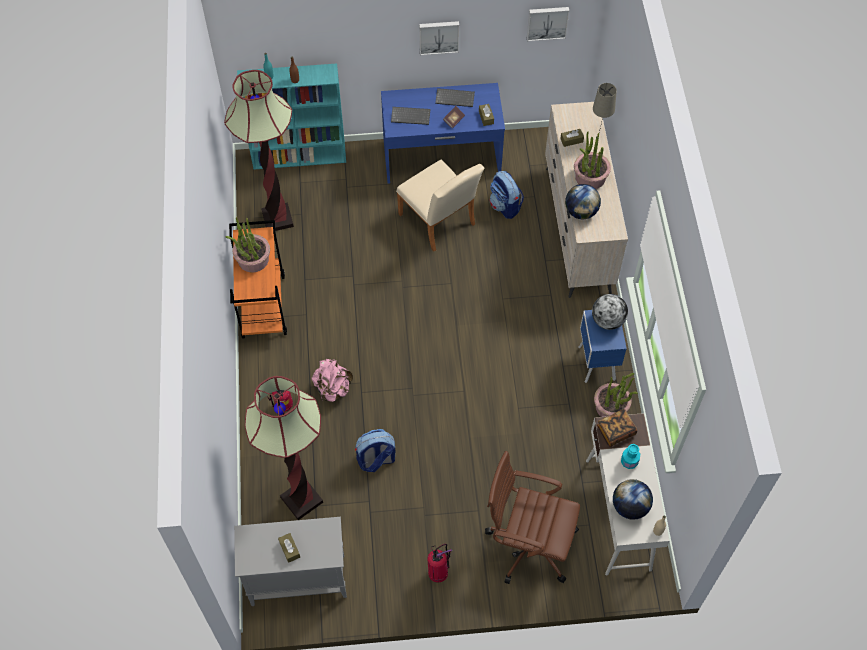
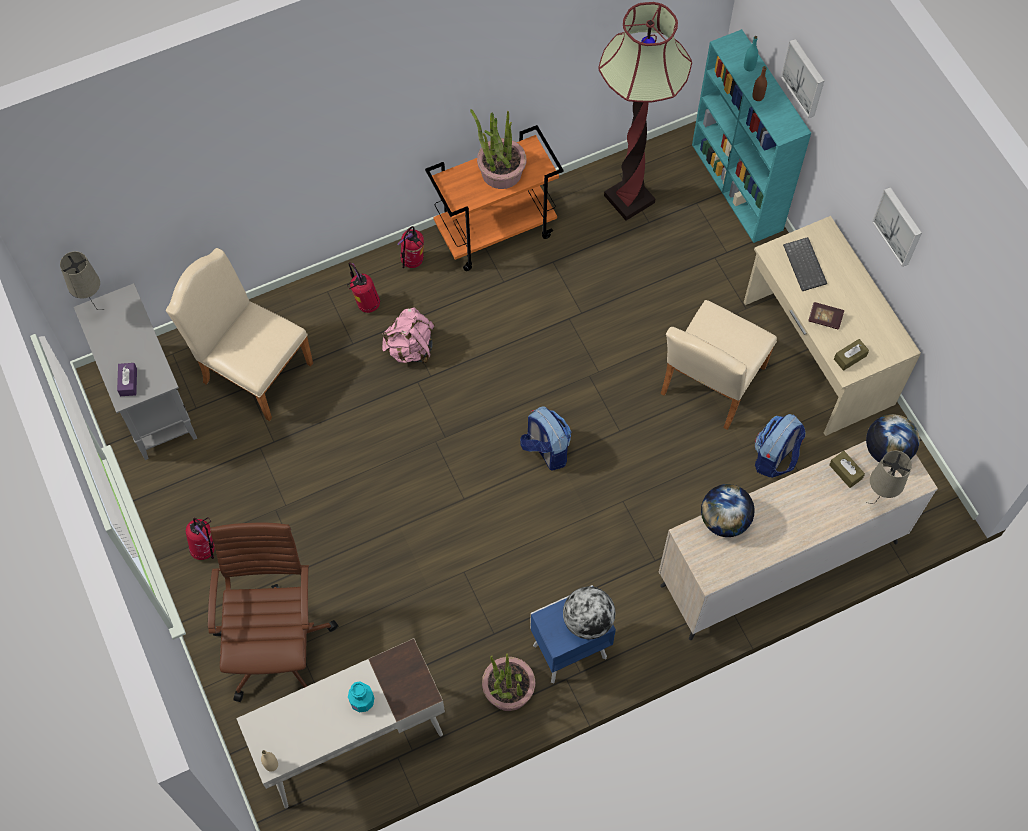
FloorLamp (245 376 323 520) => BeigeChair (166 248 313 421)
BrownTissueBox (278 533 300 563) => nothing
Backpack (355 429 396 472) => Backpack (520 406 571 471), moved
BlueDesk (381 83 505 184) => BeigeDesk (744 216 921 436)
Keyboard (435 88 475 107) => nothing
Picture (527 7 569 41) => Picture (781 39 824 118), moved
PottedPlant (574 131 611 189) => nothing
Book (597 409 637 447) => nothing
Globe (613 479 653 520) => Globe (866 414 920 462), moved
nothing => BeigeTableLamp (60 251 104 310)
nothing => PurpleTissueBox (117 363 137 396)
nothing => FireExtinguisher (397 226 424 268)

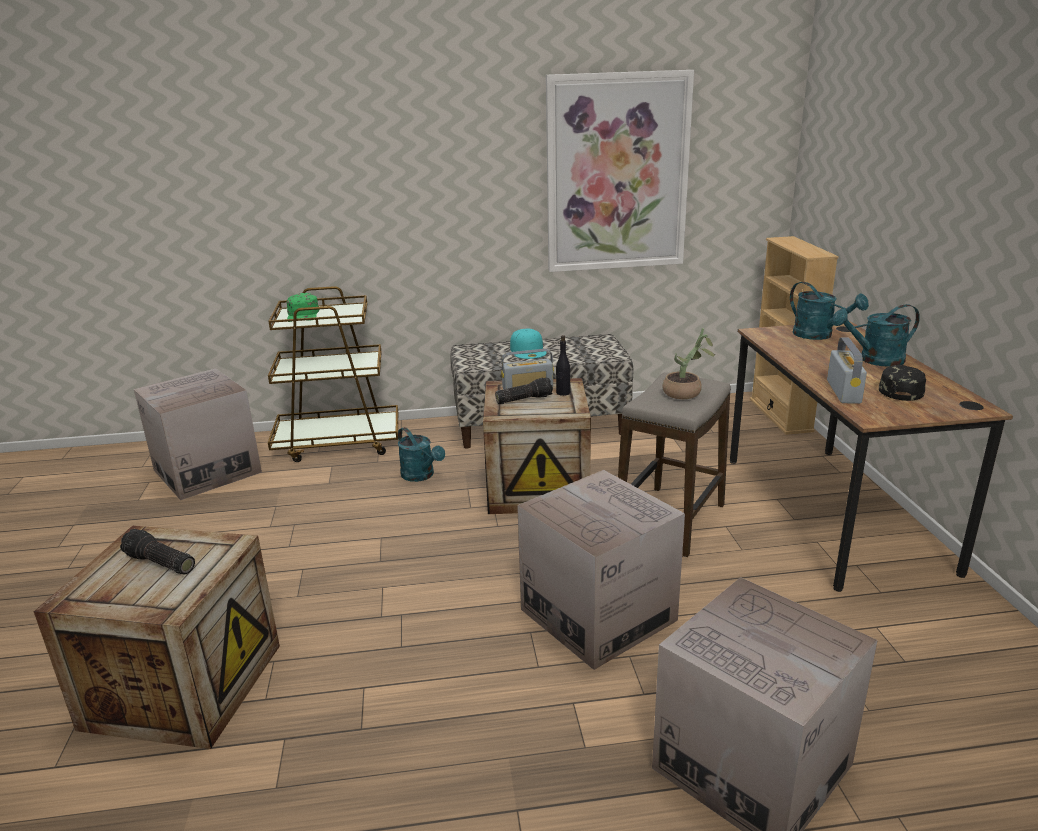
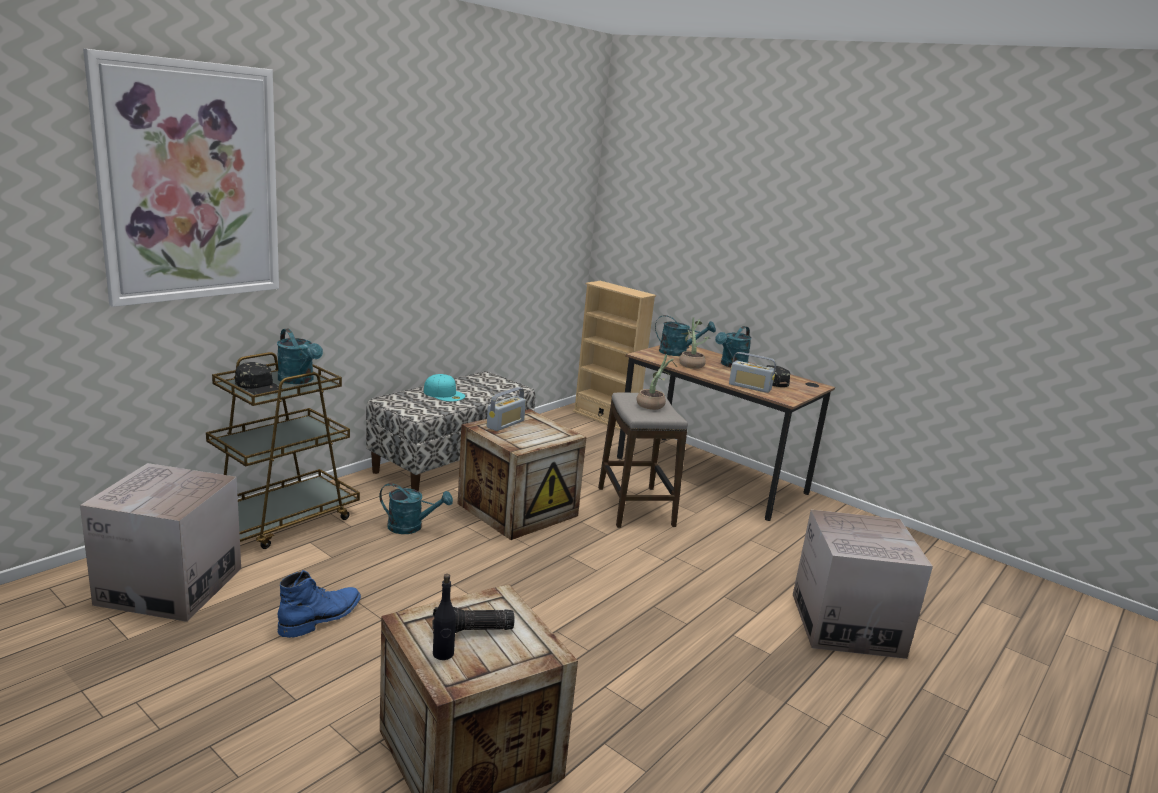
GreenCap (287 293 319 322) => BlackCap (235 362 279 395)
Flashlight (495 377 553 404) => nothing
CardboardBox (517 470 685 670) => nothing
Picture (546 70 694 272) => Picture (83 49 279 307), moved
BlackBottle (556 335 570 396) => BlackBottle (433 574 456 660), moved
Radio (827 337 867 404) => Radio (729 352 776 393), 150 degrees clockwise
nothing => TurquoiseWateringCan (277 329 323 384)
nothing => BlueBoot (278 570 361 638)
nothing => PottedPlant (679 317 709 369)

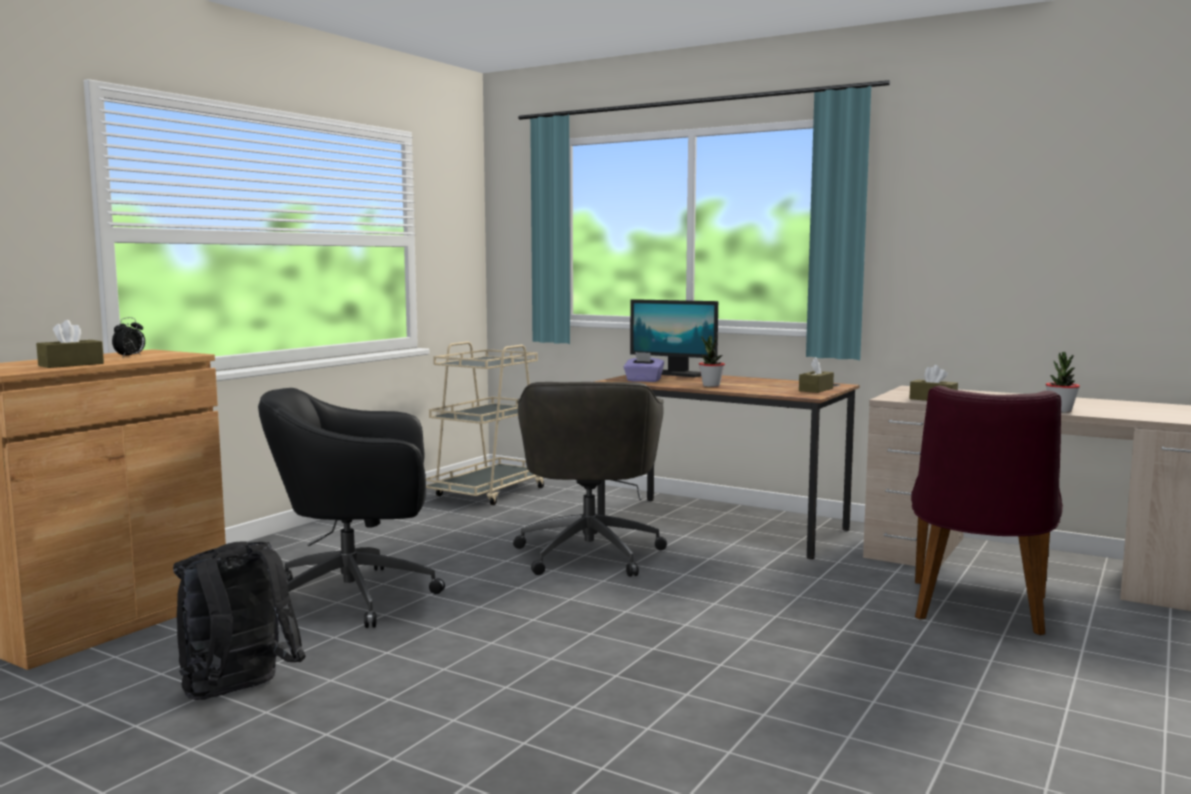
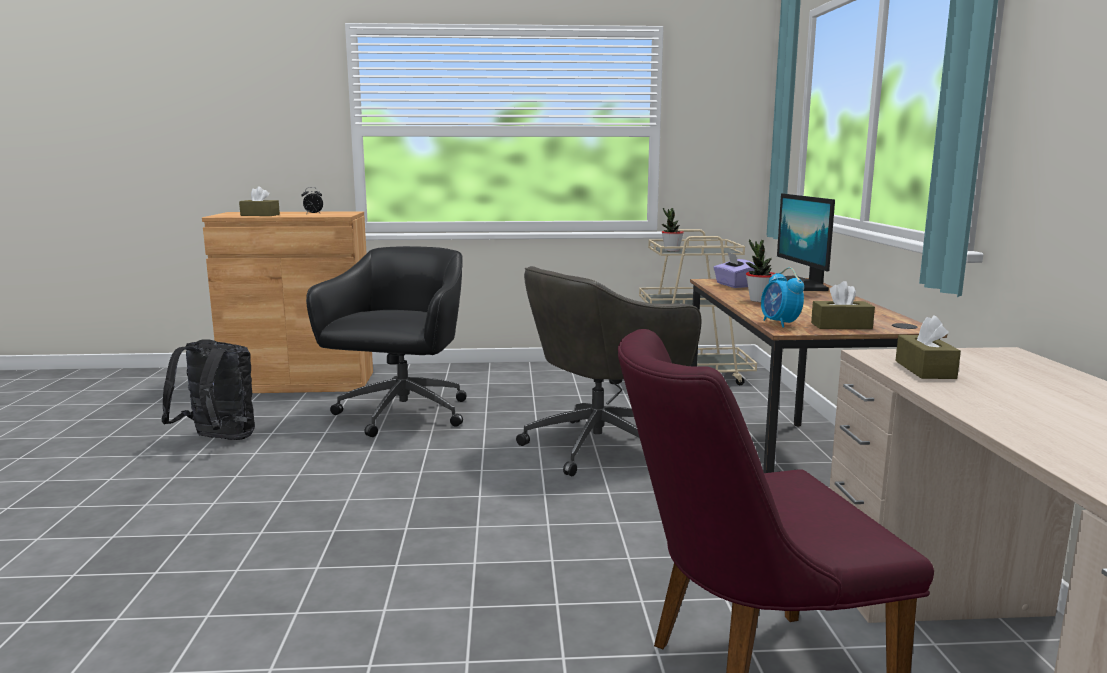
BlackOfficeChair (258 388 445 628) => BlackOfficeChair (306 246 467 437), 60 degrees clockwise
PottedPlant (1046 352 1080 413) => PottedPlant (662 208 684 252), moved
nothing => AlarmClock (761 267 804 328)

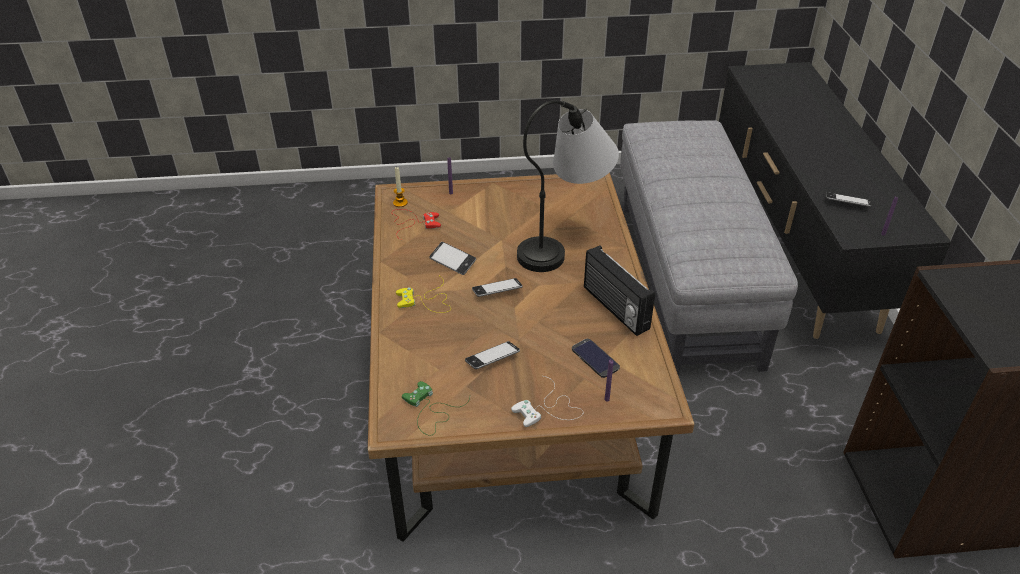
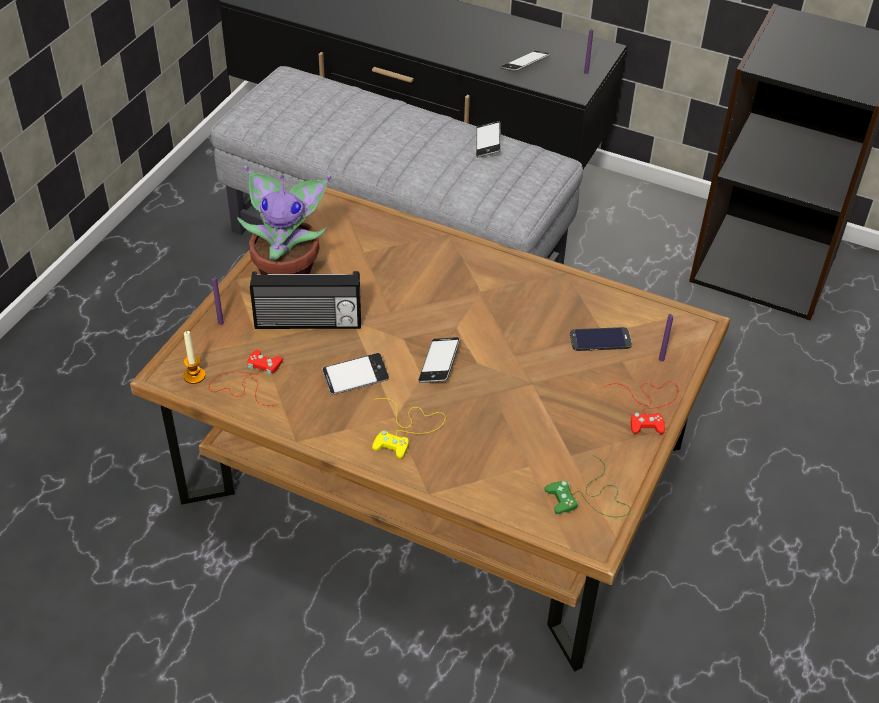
Phone (465 341 520 369) => Phone (476 121 501 157), moved
WhiteGameController (511 376 583 427) => RedGameController (604 381 678 434)
TableLamp (517 100 619 272) => nothing
Radio (584 246 655 336) => Radio (250 271 361 329), moved
nothing => PottedPlant (237 165 331 275)

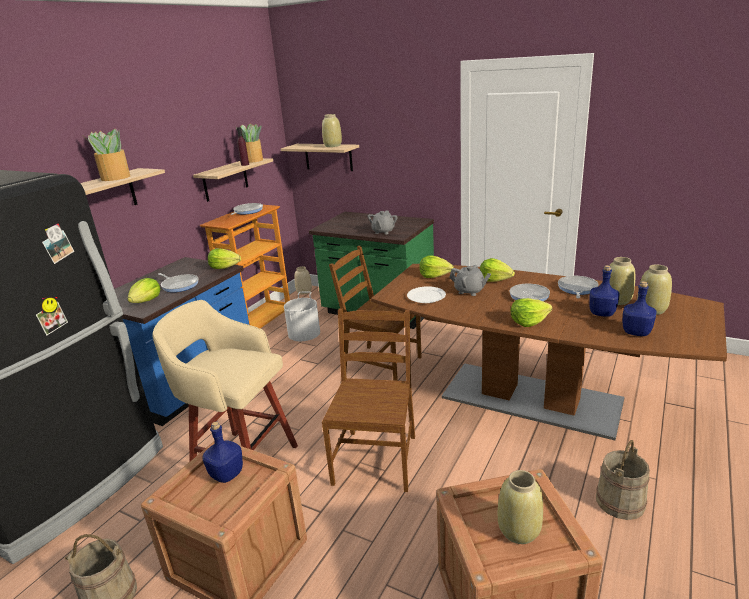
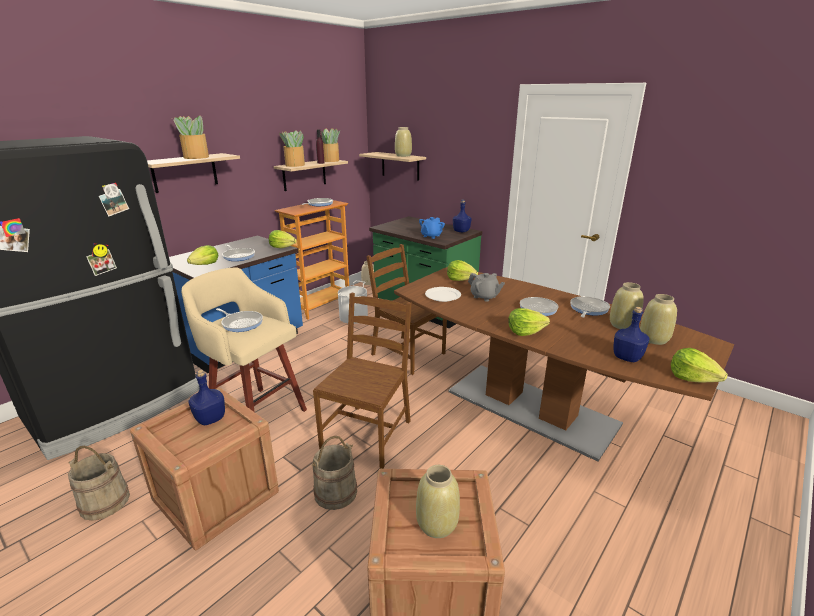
GreyTeapot (368 211 398 234) => BlueTeapot (419 217 445 239)
Lettuce (480 258 515 282) => Lettuce (671 348 728 382), moved
BlueBottle (589 265 620 317) => BlueBottle (453 200 471 232), moved
BeigeBucket (596 440 650 520) => BeigeBucket (311 436 357 510), moved
nothing => FryingPan (216 308 263 332)
nothing => PottedPlant (279 130 305 167)

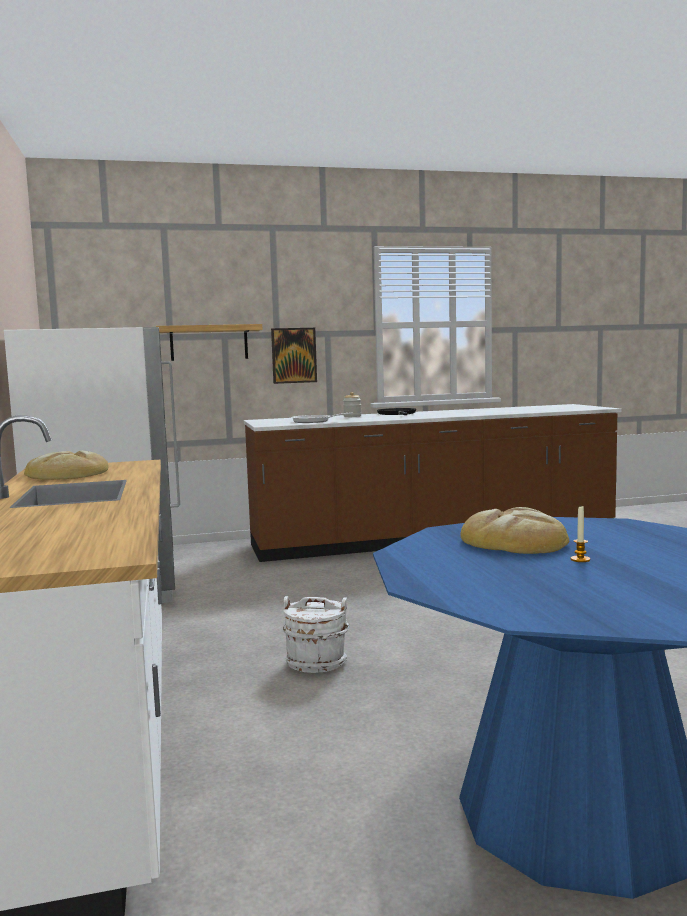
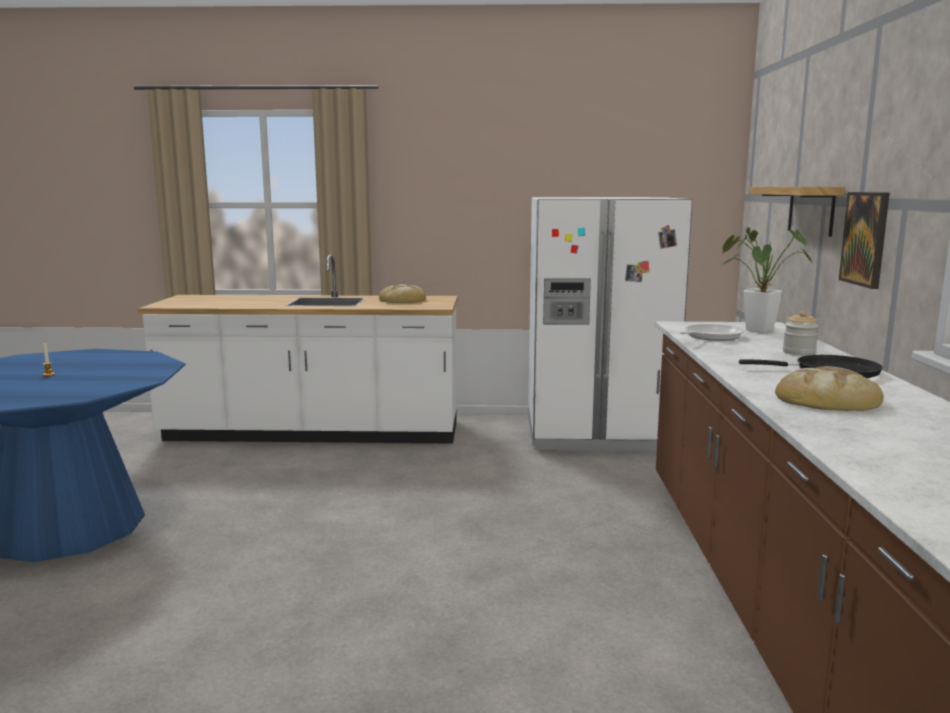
WhiteBucket (283 596 350 673) => nothing
Bread (460 507 569 554) => Bread (775 366 883 411), moved
nothing => PottedPlant (721 227 812 333)

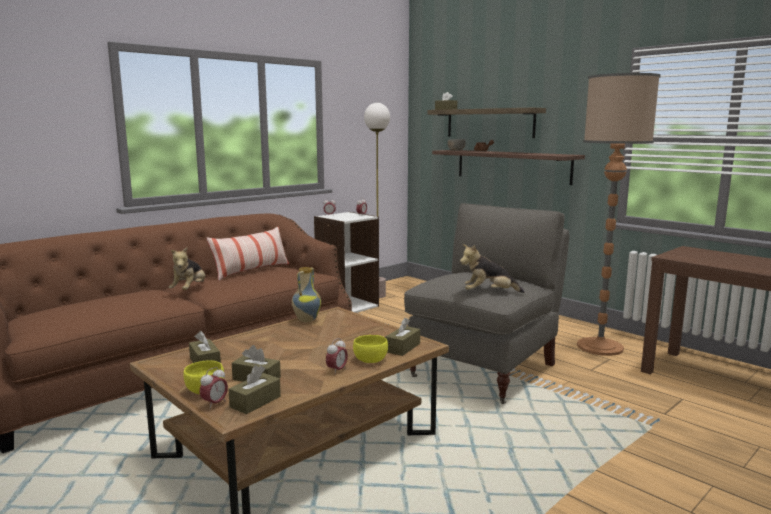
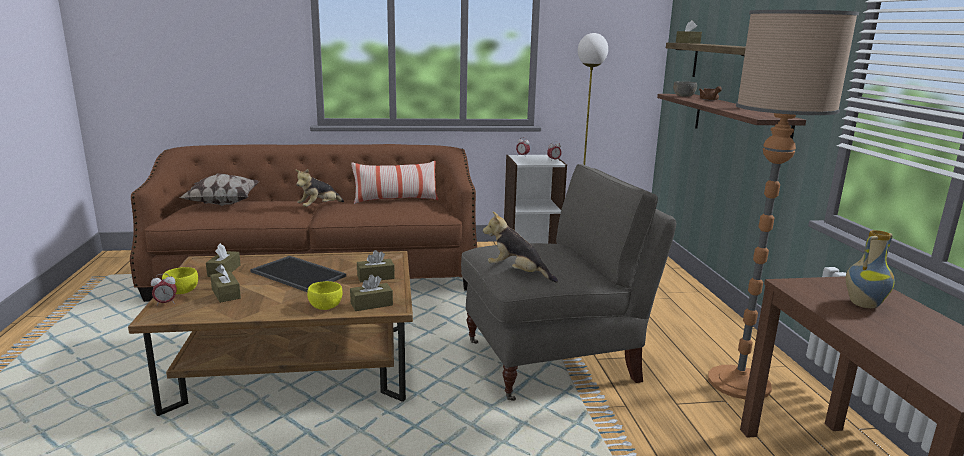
BrownTissueBox (228 365 281 414) => BrownTissueBox (357 250 395 282), moved
Vase (292 267 321 322) => Vase (846 230 895 308), moved
AlarmClock (326 338 348 373) => nothing
nothing => Pillow (180 173 259 206)
nothing => Tray (250 256 346 292)

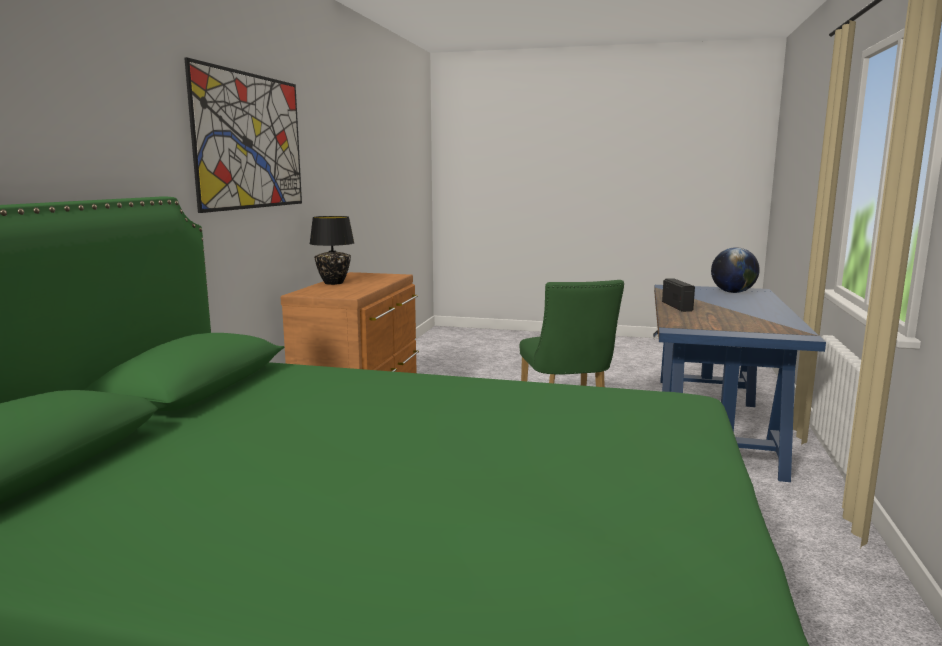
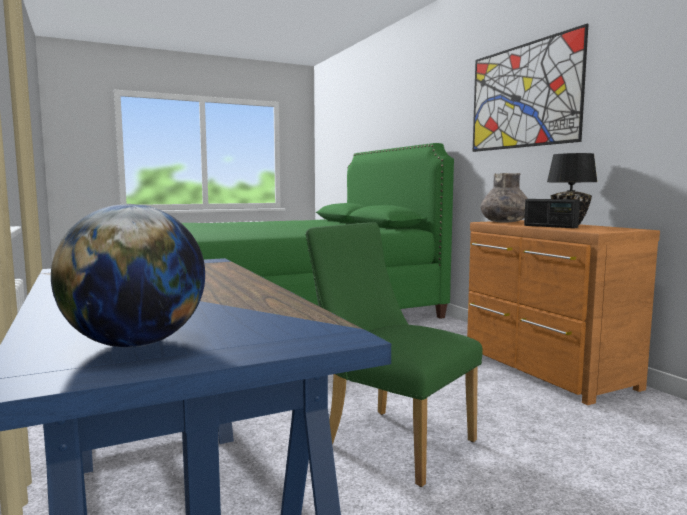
Radio (662 278 695 312) => Radio (524 199 580 228), moved
nothing => GreyVase (480 173 528 223)

